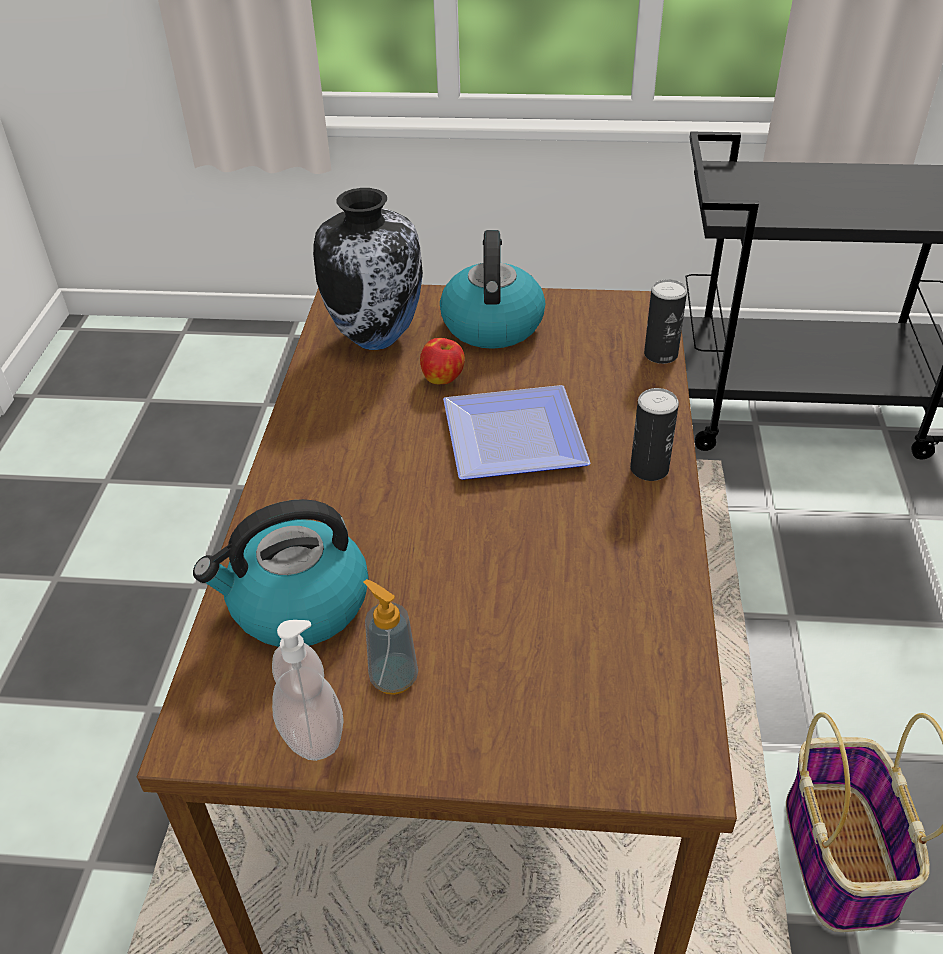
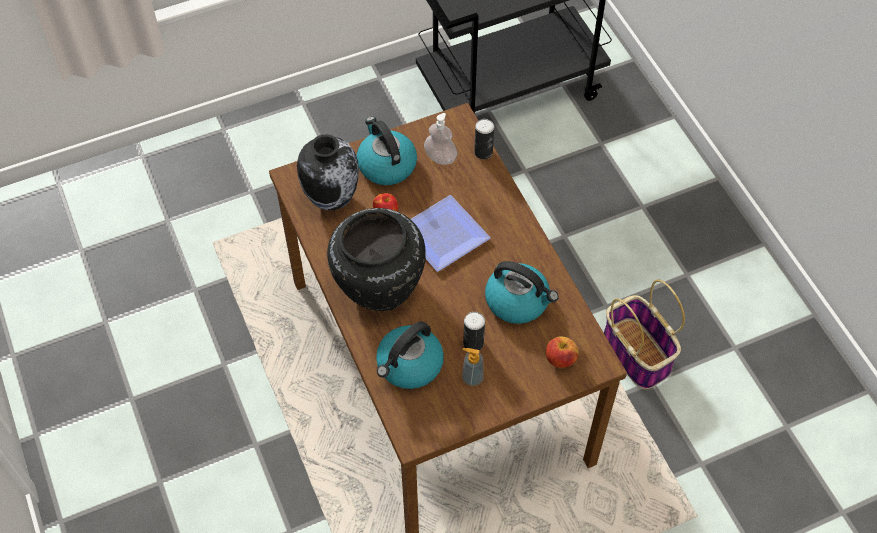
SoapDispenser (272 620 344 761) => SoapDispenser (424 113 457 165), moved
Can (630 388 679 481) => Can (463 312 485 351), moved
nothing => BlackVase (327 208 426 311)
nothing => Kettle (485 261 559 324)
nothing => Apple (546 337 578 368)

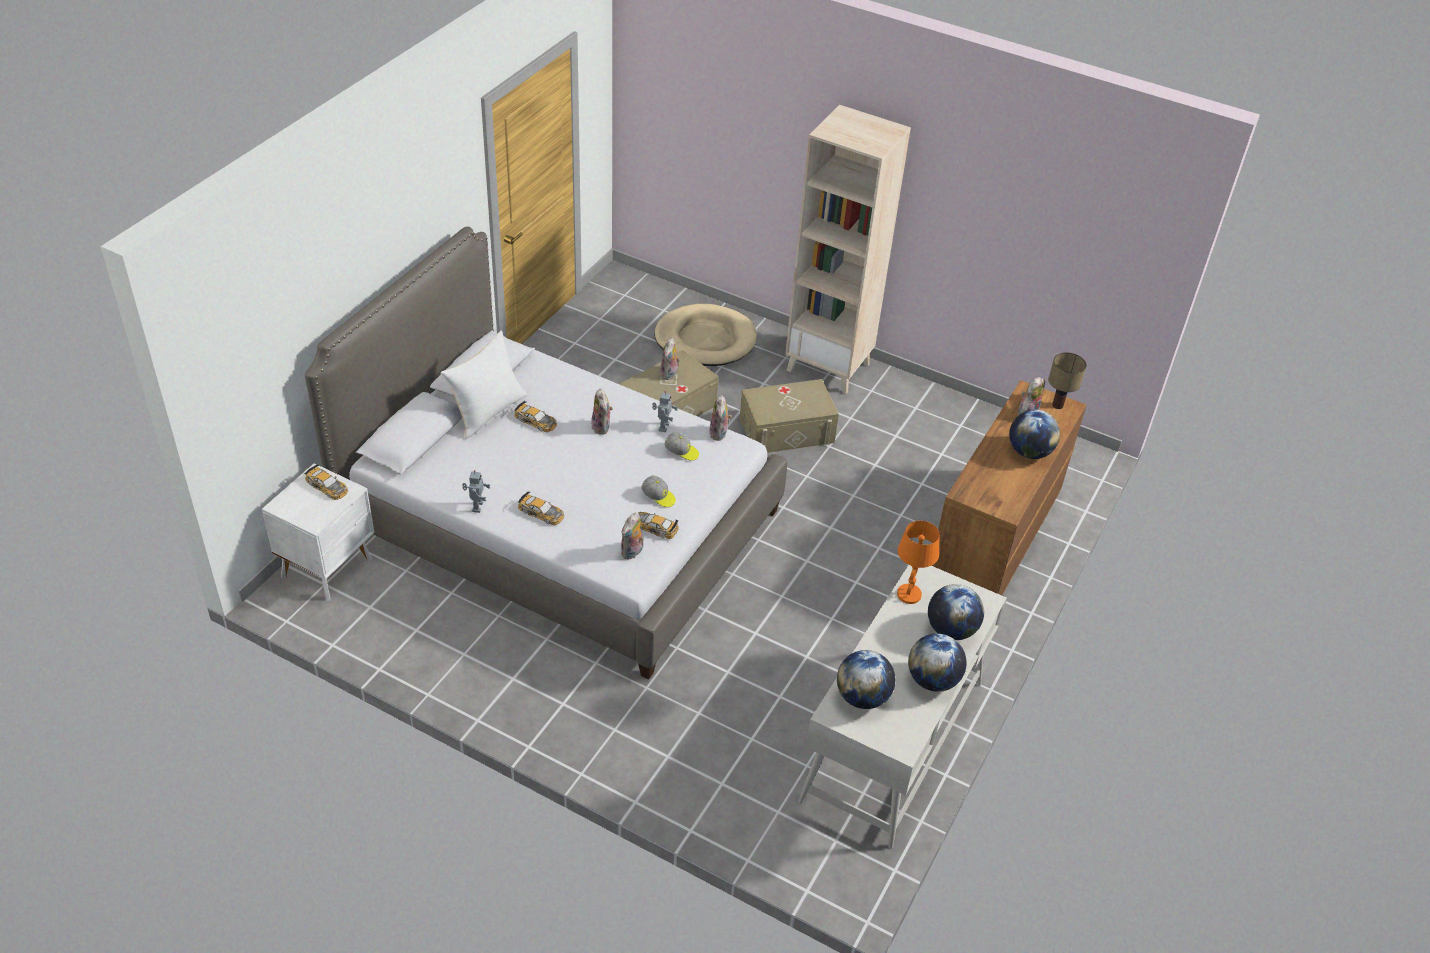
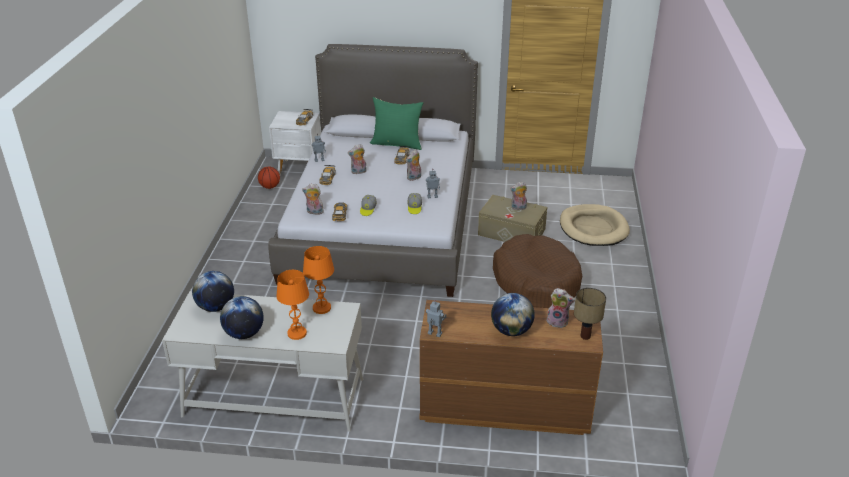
WhitePillow (441 330 527 438) => GreenPillow (370 97 423 150)
PlushToy (709 395 732 441) => PlushToy (348 144 367 174), moved
BeigeStorageBox (740 379 839 453) => BrownDogBed (493 234 582 308)
BeigeBookcase (785 105 911 394) => nothing
Globe (928 584 984 640) => OrangeTableLamp (277 270 309 340)
nothing => Basketball (258 167 280 189)
nothing => ToyRobot (426 300 447 337)

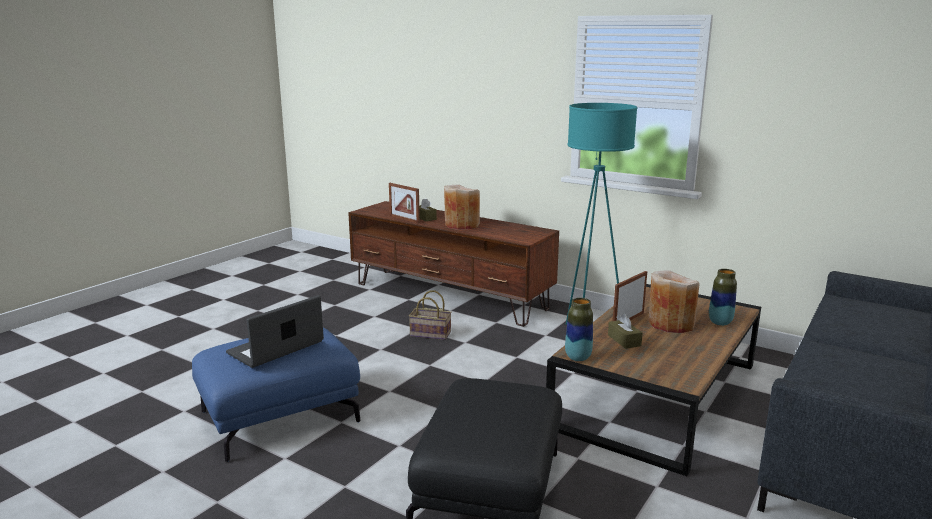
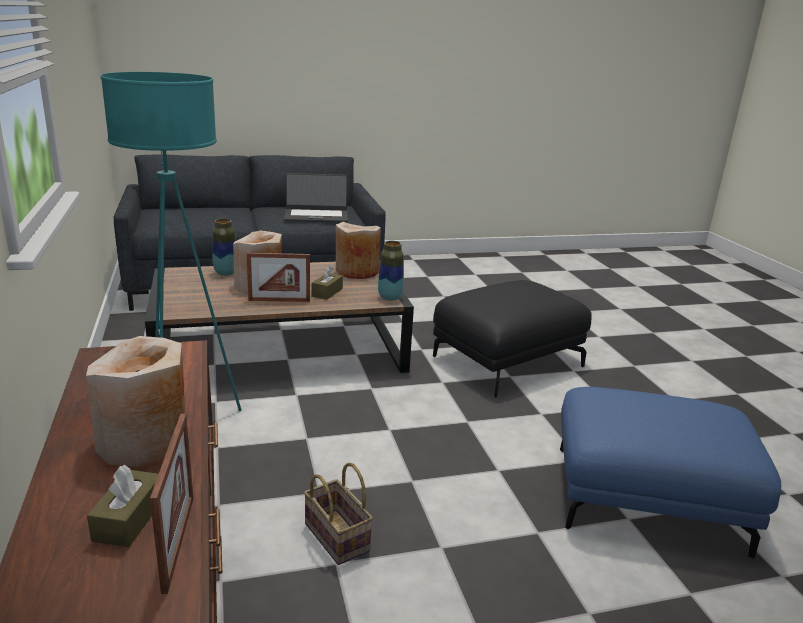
Laptop (226 295 324 368) => Laptop (284 173 348 223), moved
nothing => BeigeVase (336 222 381 279)

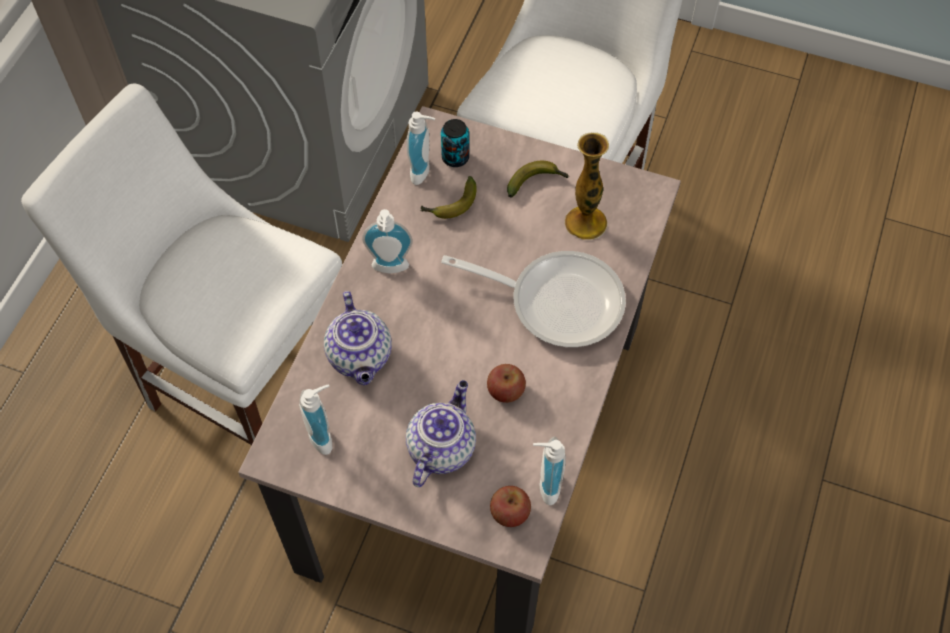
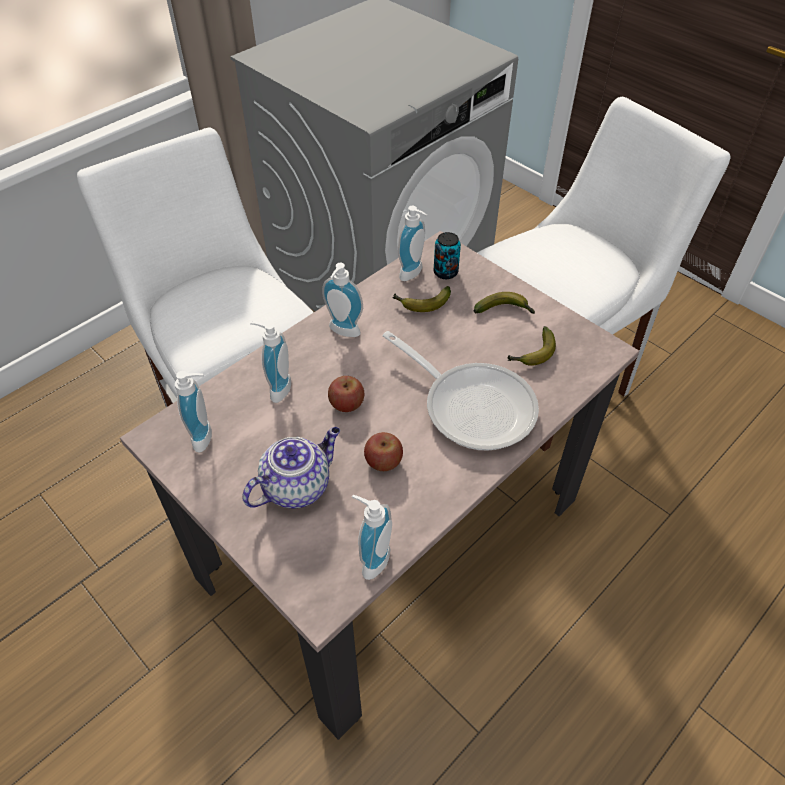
Teapot (324 291 392 385) => SoapDispenser (250 322 291 403)
Apple (490 486 531 527) => Apple (328 376 364 412), moved
Vase (565 133 609 240) => Banana (508 326 556 366)

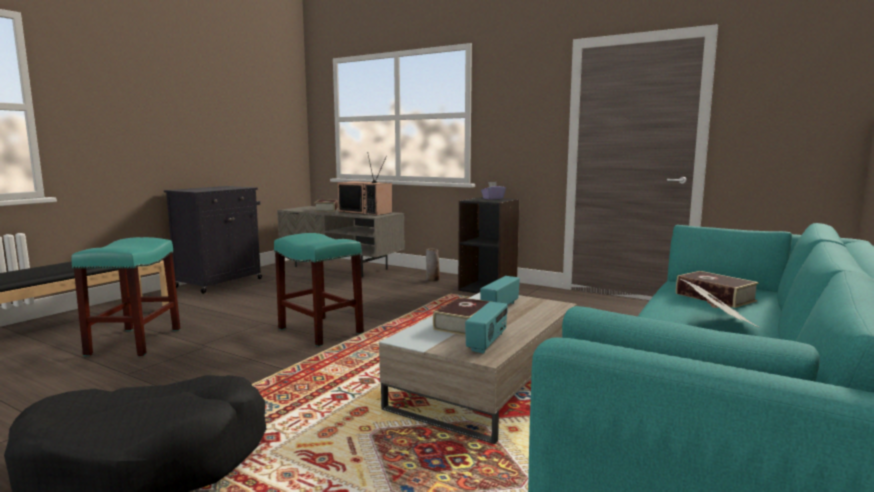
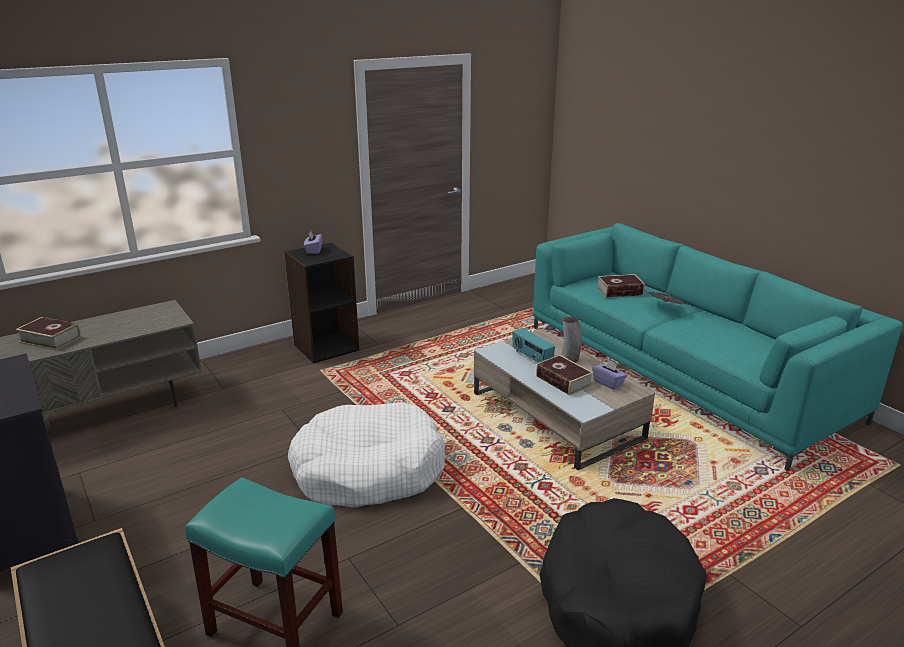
TurquoiseStool (274 233 364 347) => WhiteDogBed (288 402 445 508)
Television (338 152 392 216) => nothing
Vase (426 248 440 281) => Vase (561 316 582 362), moved
Radio (465 302 508 354) => PurpleTissueBox (592 360 627 389)

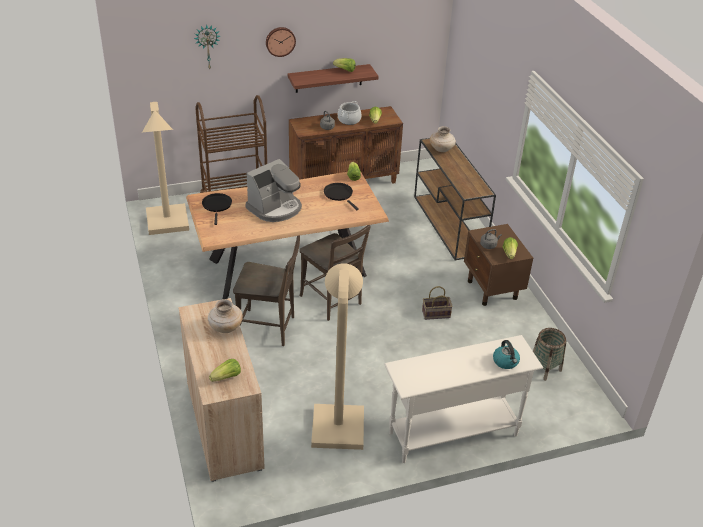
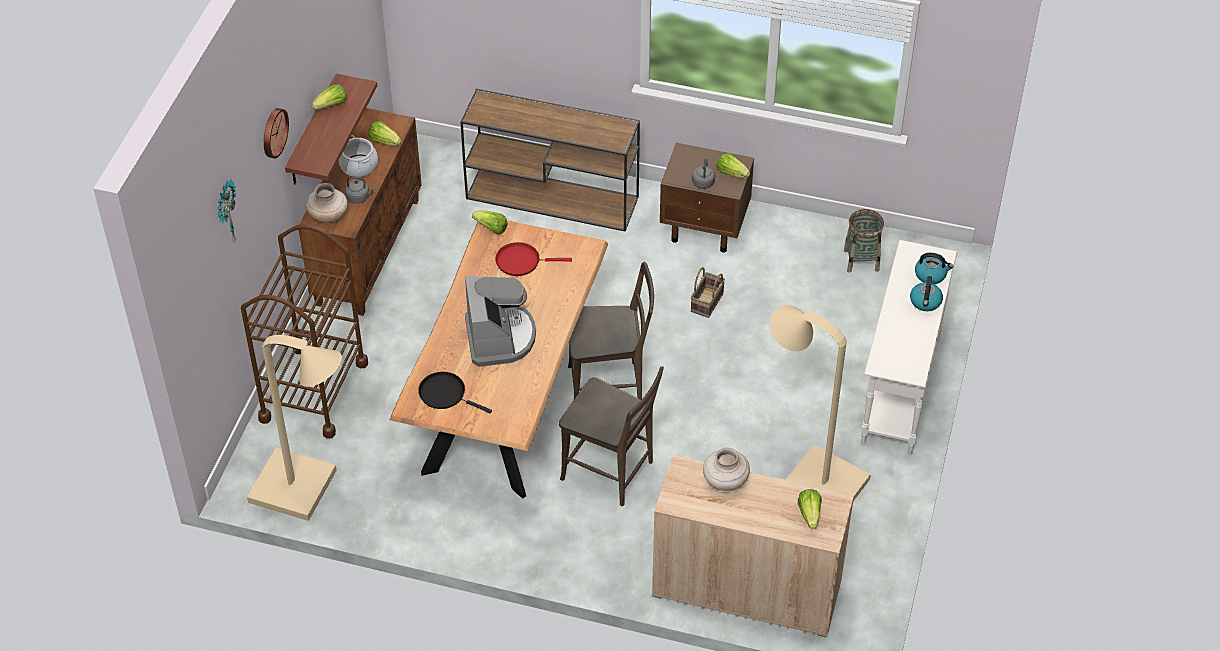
BrownChair (233 235 300 346) => BrownChair (559 366 664 506), 75 degrees clockwise
BlackFryingPan (324 183 359 210) => RedFryingPan (495 242 572 276)
BeigeVase (430 126 456 152) => BeigeVase (306 183 348 223), moved
nothing => Kettle (910 276 943 311)

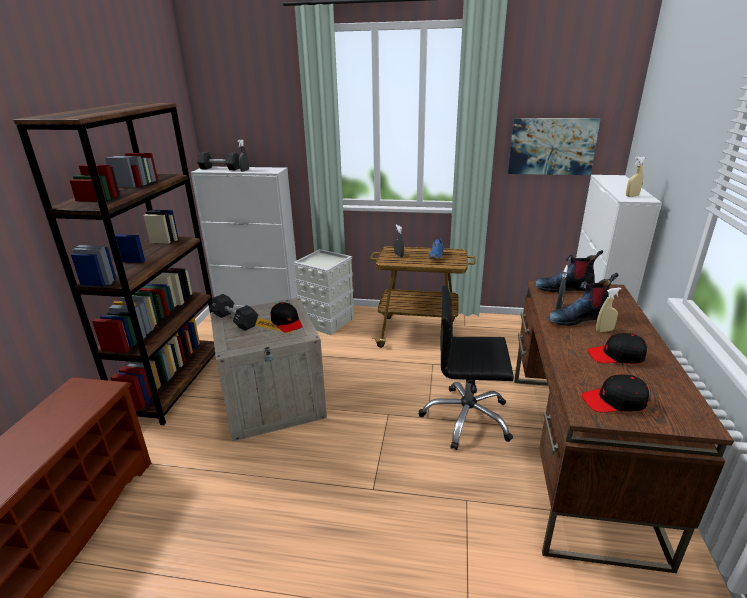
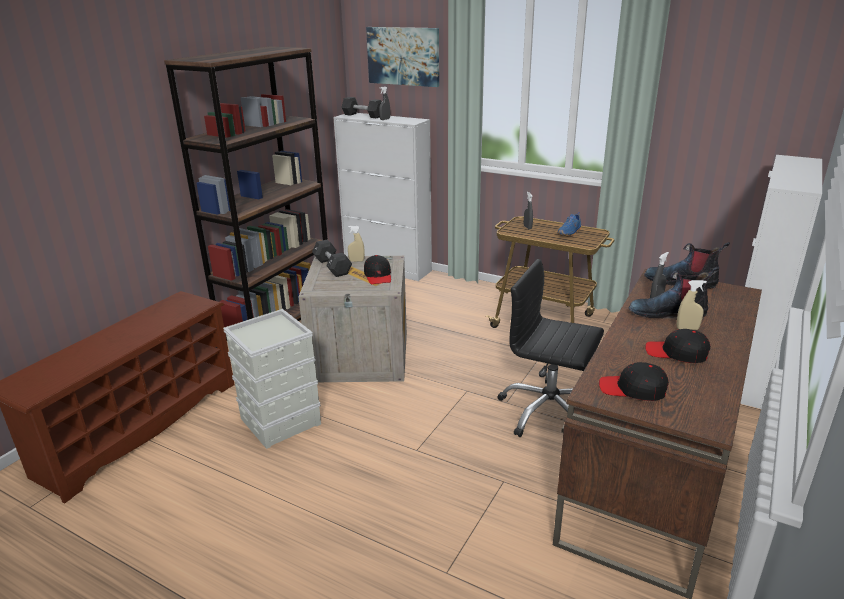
GreyStorageBox (293 249 354 335) => GreyStorageBox (223 309 321 449), moved
Picture (508 118 600 175) => Picture (366 27 439 87), moved
BeigeSprayBottle (626 156 645 197) => BeigeSprayBottle (348 226 365 262), moved

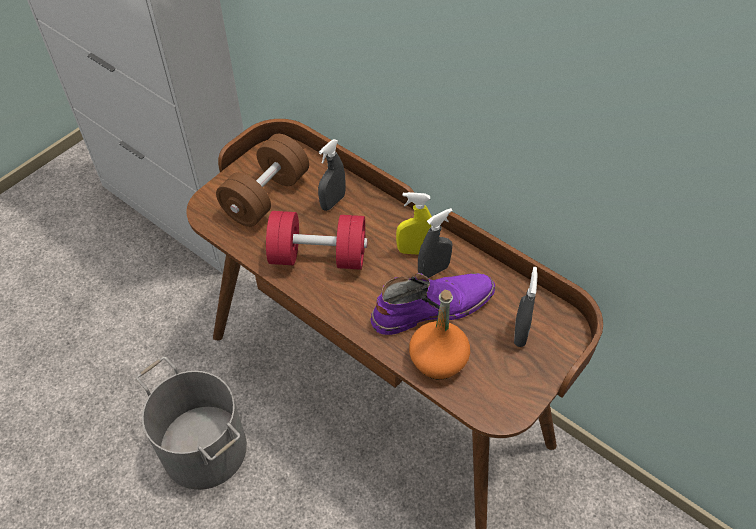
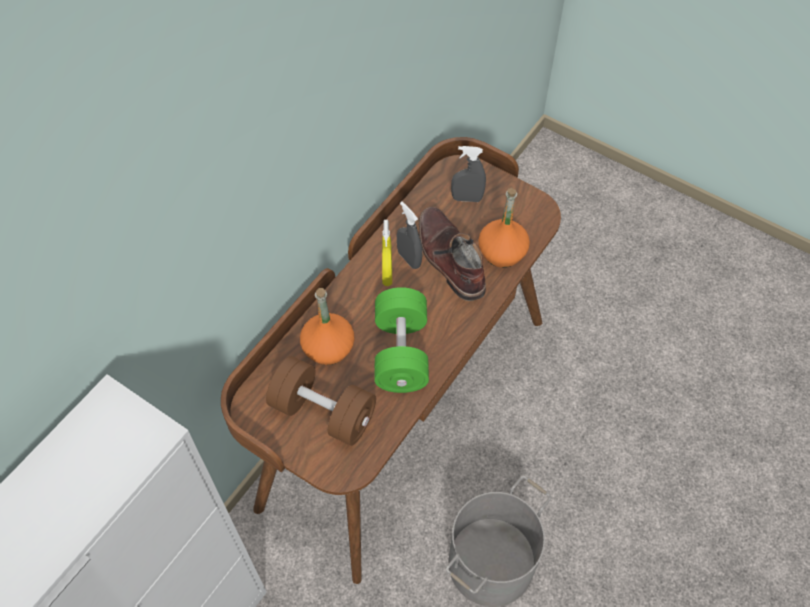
RedDumbbell (266 211 368 270) => GreenDumbbell (375 288 429 393)
GreySprayBottle (318 139 346 211) => OrangeBottle (300 288 355 365)
PurpleBoot (370 273 495 335) => BrownBoot (419 207 486 301)

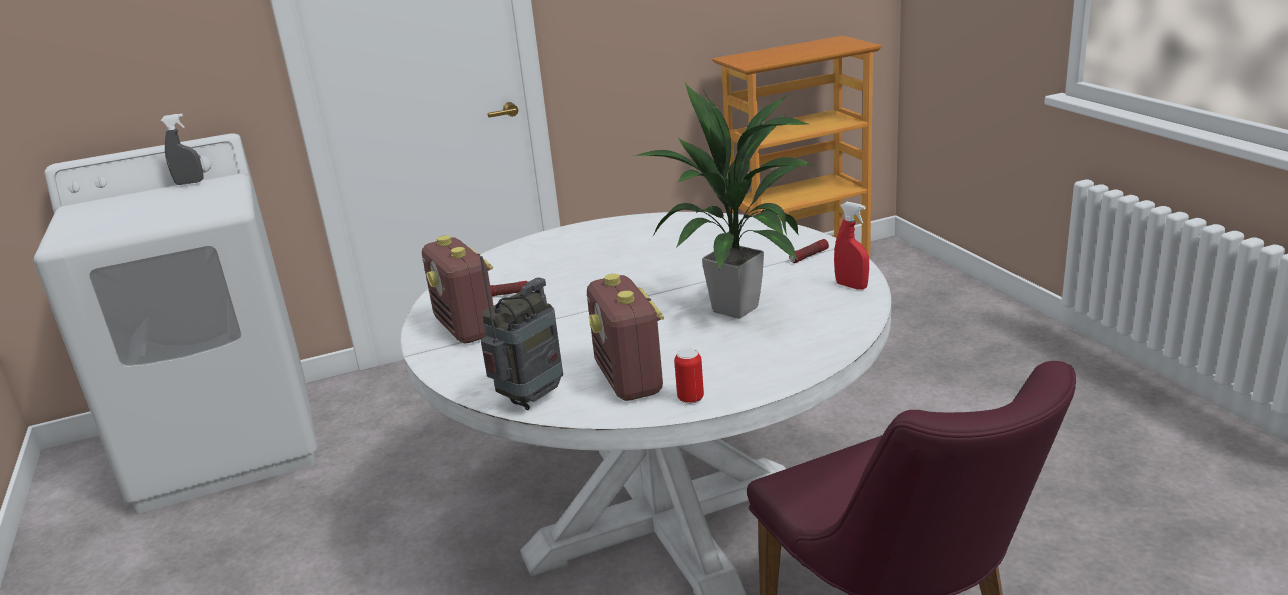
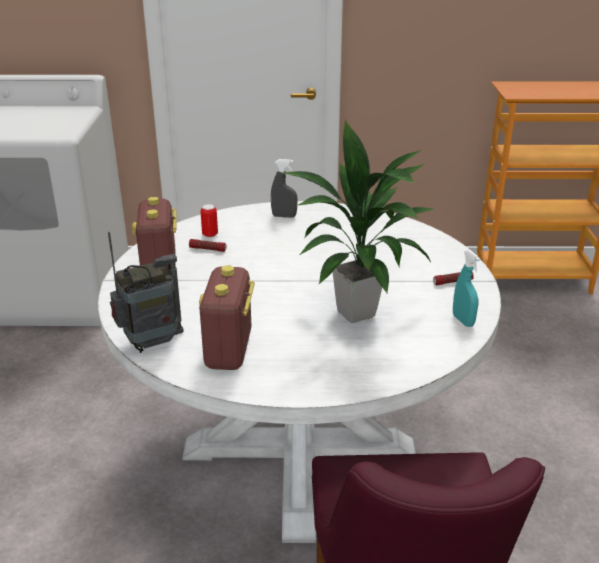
GreySprayBottle (161 114 204 185) => GreySprayBottle (271 159 297 218), moved
Can (674 348 704 404) => Can (200 204 218 237), moved
RedSprayBottle (834 202 869 290) => TurquoiseSprayBottle (453 250 481 327)

